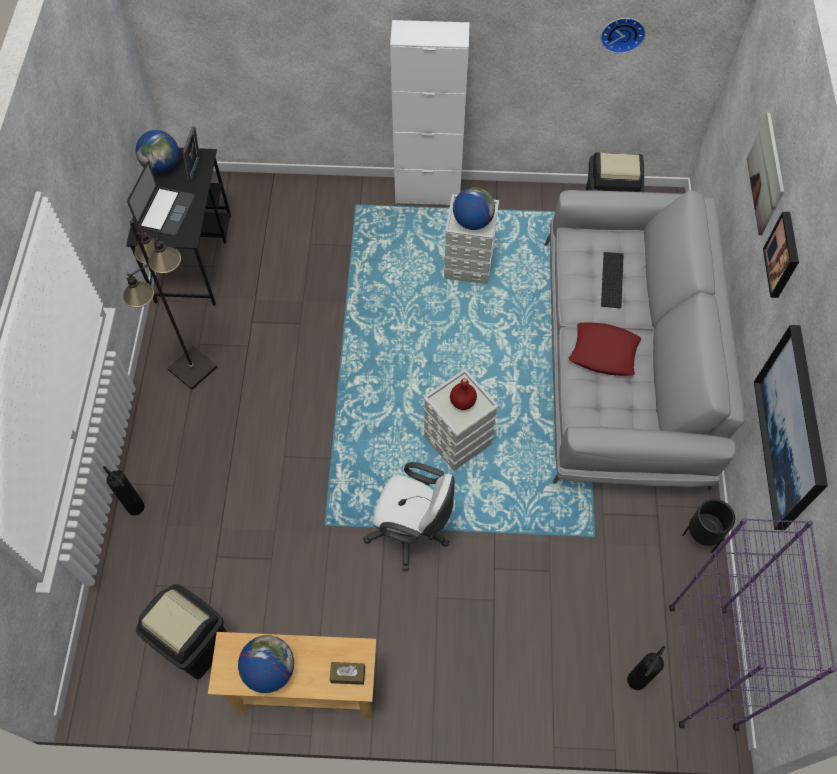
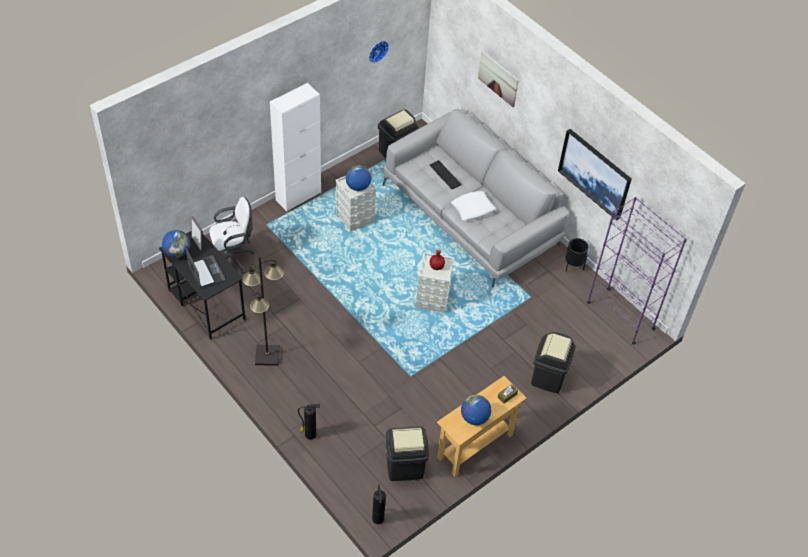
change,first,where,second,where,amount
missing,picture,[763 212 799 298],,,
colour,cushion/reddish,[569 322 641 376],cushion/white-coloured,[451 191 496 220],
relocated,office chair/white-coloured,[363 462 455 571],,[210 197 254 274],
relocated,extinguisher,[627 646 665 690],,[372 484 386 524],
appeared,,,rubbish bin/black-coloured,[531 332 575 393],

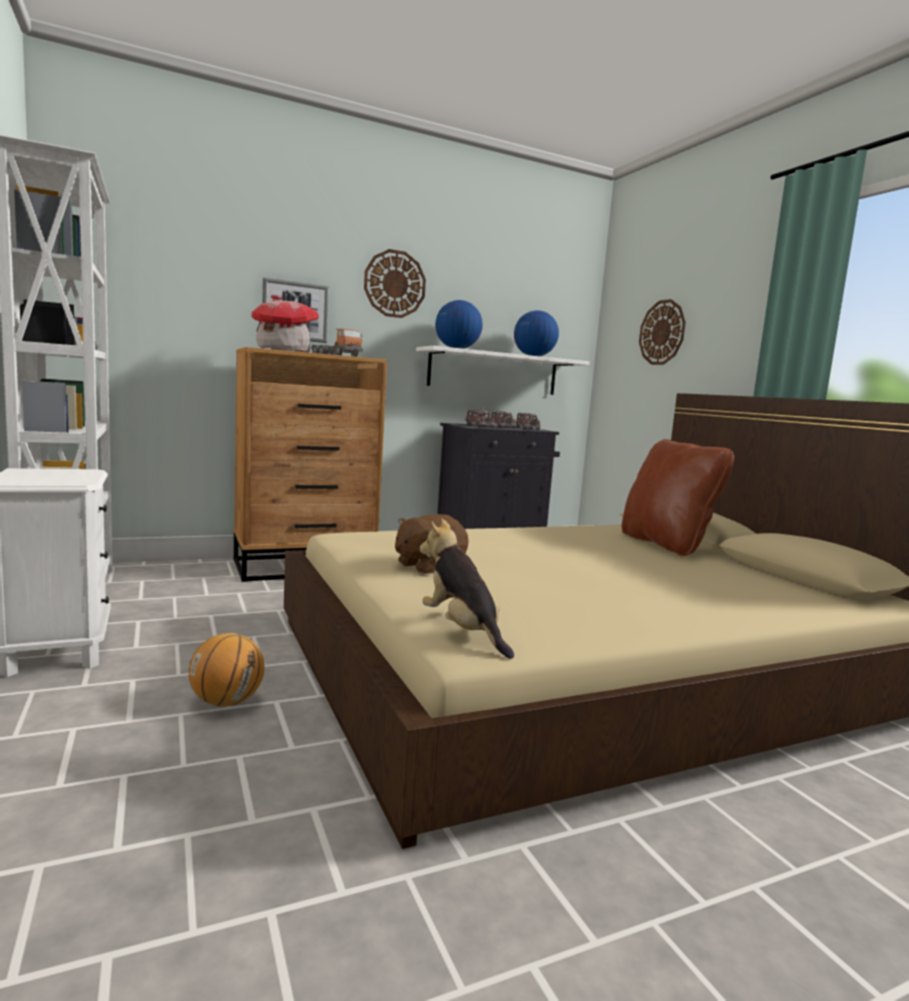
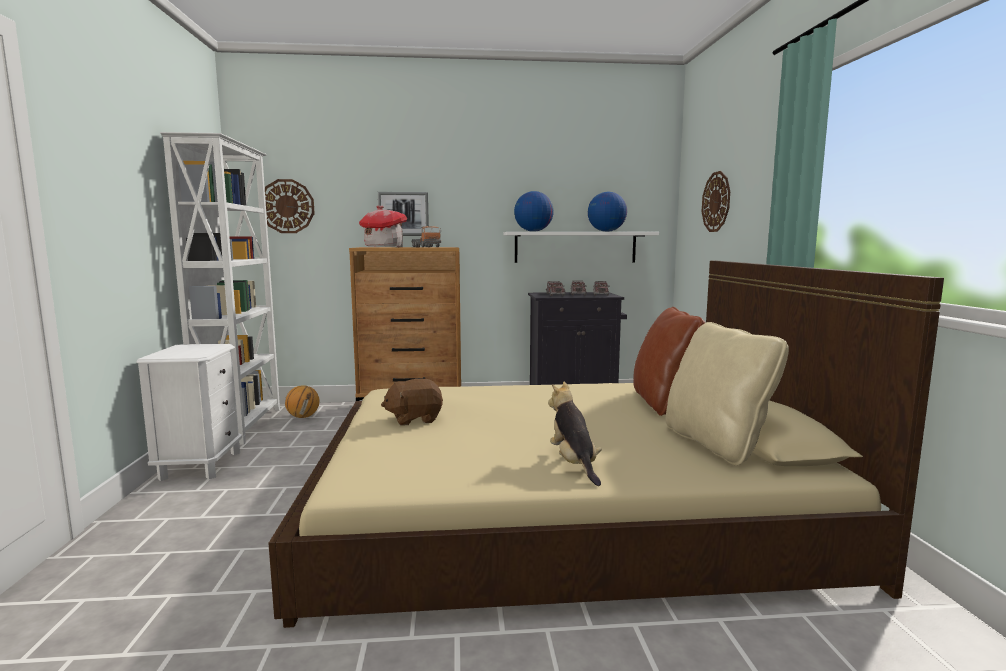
change,first,where,second,where,amount
relocated,wall clock,[364 249 426 318],,[265 179 315 233],
relocated,soft toy,[420 519 514 659],,[548 382 602 486],
relocated,ball for basketball,[189 633 265 707],,[285 385 319 418],
appeared,,,cushion/sand-coloured,[665 322 789 466],

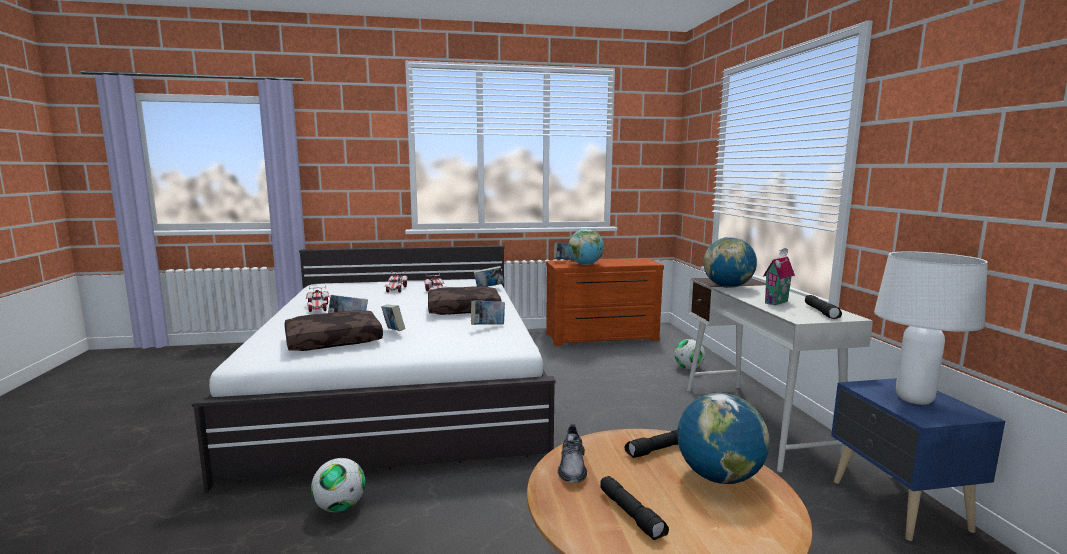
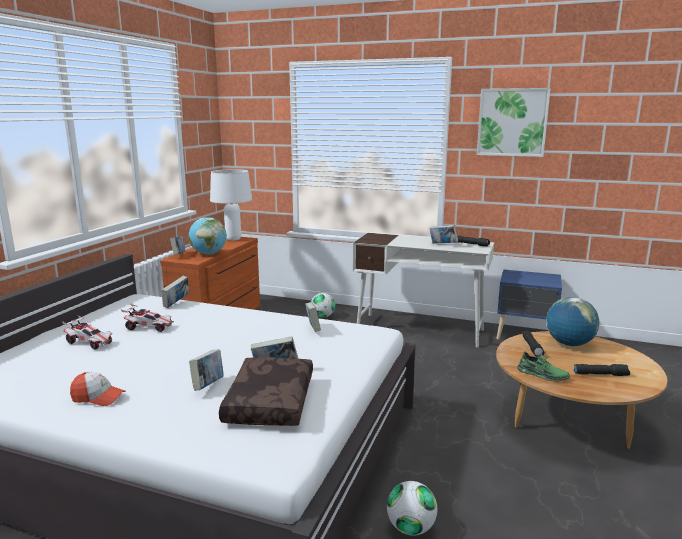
change,first,where,second,where,amount
missing,globe,[703 237 757 288],,,
exchanged,miniature house,[763 248 795 305],bound book,[429 225 458 244],
relocated,tabletop lamp/white-coloured,[874 251 988 405],,[210 169 252 241],
exchanged,model car,[306 285 329 312],cap,[70 372 126 406],
missing,cushion/brownish,[428 286 502 315],,,
colour,low shoe/gray,[558 424 587 483],low shoe/greenish,[518 351 570 381],
appeared,,,picture,[477 88 551 157],

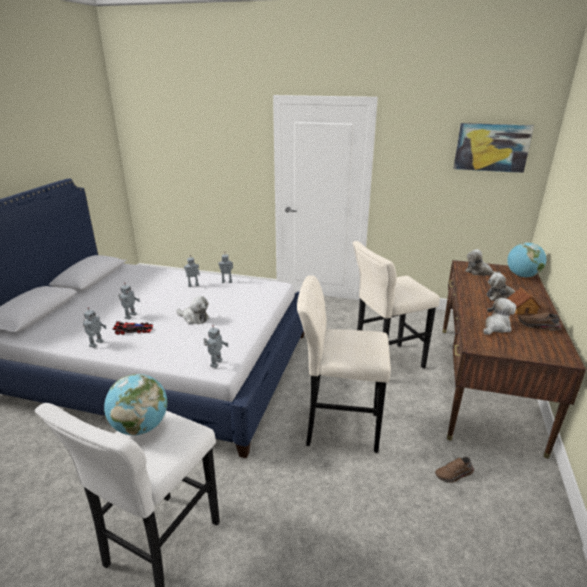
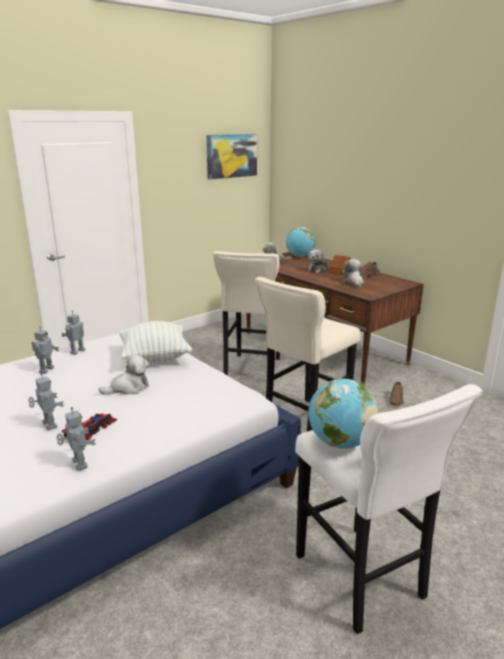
change,first,where,second,where,amount
missing,toy robot,[204 325 228 368],,,
appeared,,,cushion,[119 321 192 363],

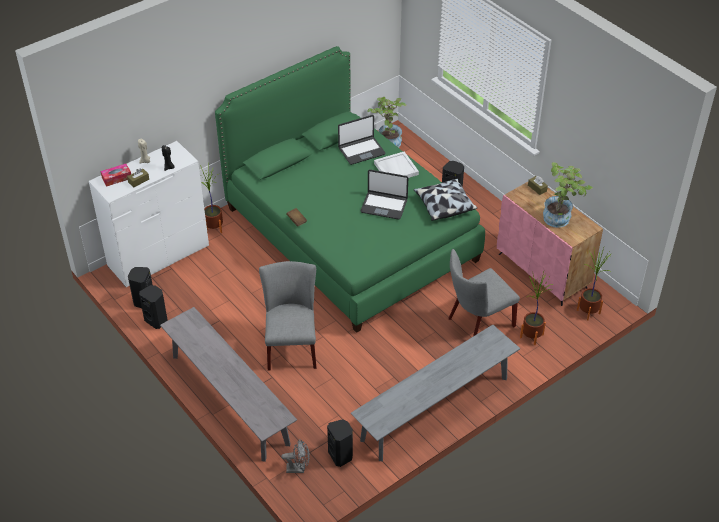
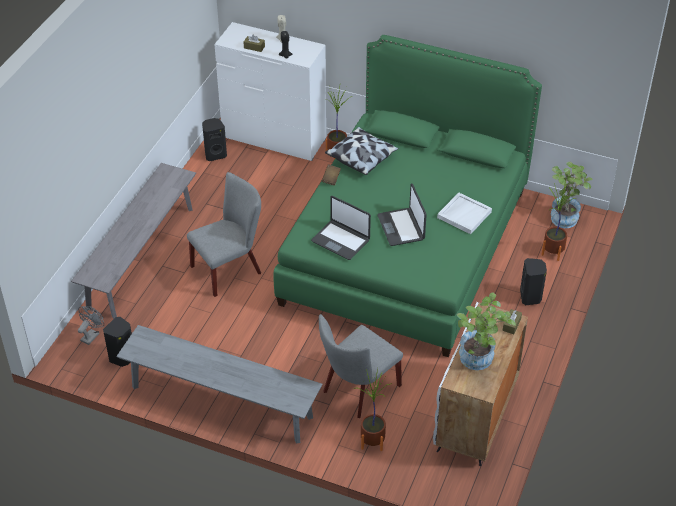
change,first,where,second,where,amount
relocated,notebook computer,[338 115 386 165],,[311 196 371 260],
missing,tissue holder,[101 164 131 187],,,
relocated,cushion,[414 179 477 221],,[325 127 399 175],
colour,storage cabinet/pinkish,[497 182 603 306],storage cabinet/white-coloured,[433 302 528 466],
relocated,houseplant,[577 248 611 321],,[541 180 577 261],
spun,chair/gray,[449 249 520 336],,[319 314 403 418],75 degrees counterclockwise
missing,loudspeaker/black-coloured,[139 285 168 329],,,
spun,electric fan/gray,[281 439 310 473],,[78 306 104 345],120 degrees counterclockwise

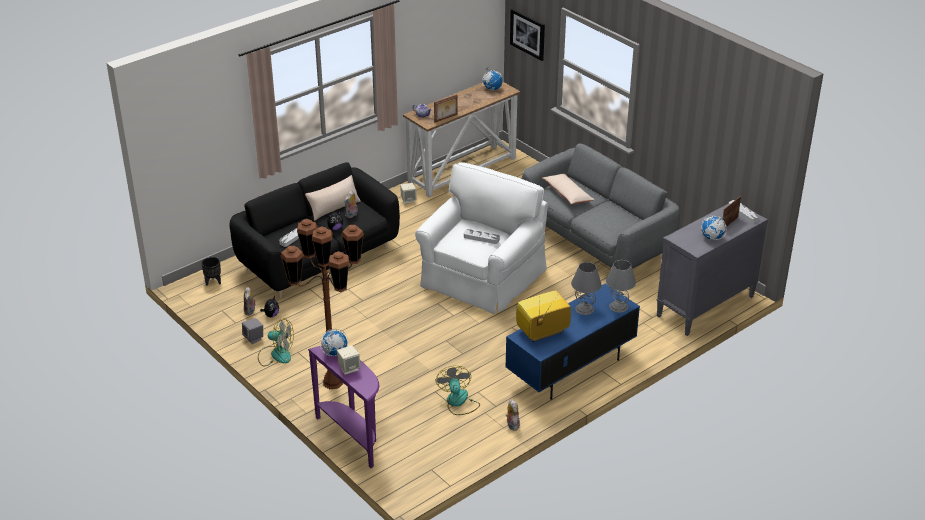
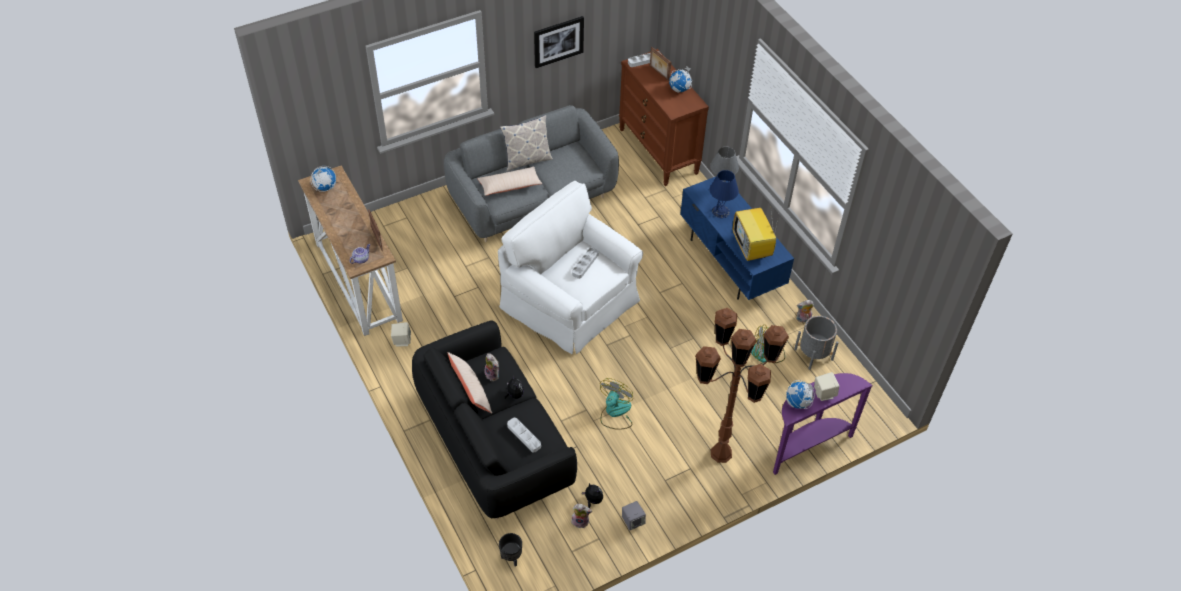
change,first,where,second,where,amount
relocated,picture,[510 8 545 61],,[534 16 584 68],
colour,drawer chest/gray,[656 203 768 336],drawer chest/brownish,[619 49 709 186],
colour,tabletop lamp/gray,[571 262 602 315],tabletop lamp/bluish,[709 170 739 218],
relocated,electric fan,[258 318 294 366],,[600 378 633 430],
appeared,,,cushion,[500 115 553 171],
appeared,,,planter/gray,[794 316 839 370],

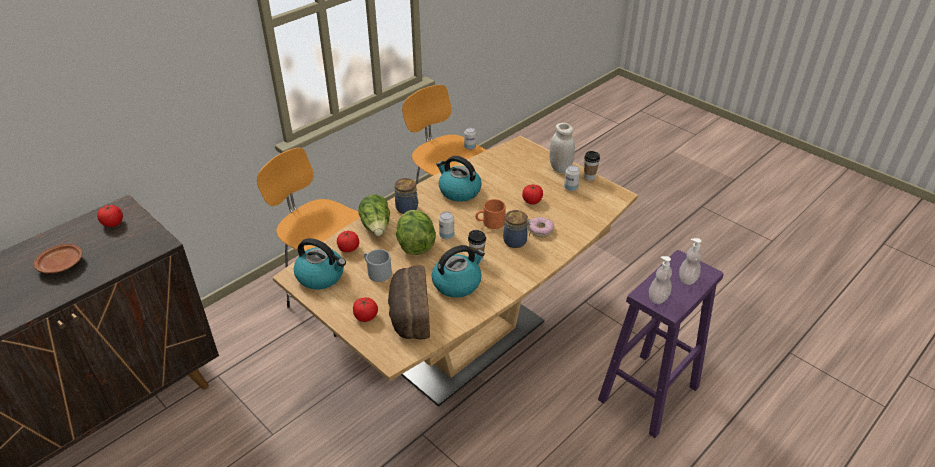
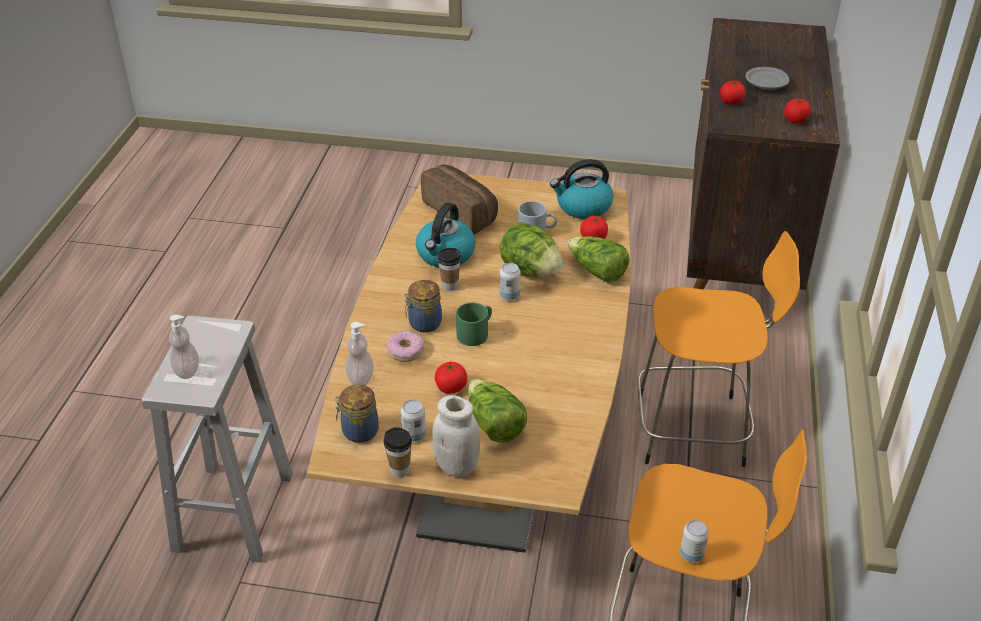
change,first,where,second,where,amount
missing,water kettle,[436 156 482 202],,,
relocated,storage jar,[395 178 418 214],,[335 385 379 443],
colour,mug/orange,[475 199 506 229],mug/greenish,[456 303 492 346],
colour,flat dish/brownish,[34 244 82 273],flat dish/gray,[746 67 789 90],
colour,stool/purple,[598 250 723 438],stool/white-coloured,[142 316 293 563],
relocated,liquid soap bottle,[649 256 672 304],,[345 322 374 386],
relocated,fresh tomato,[353 297 378 322],,[720 81 746 104],
appeared,,,lettuce head,[468 379 527 443],

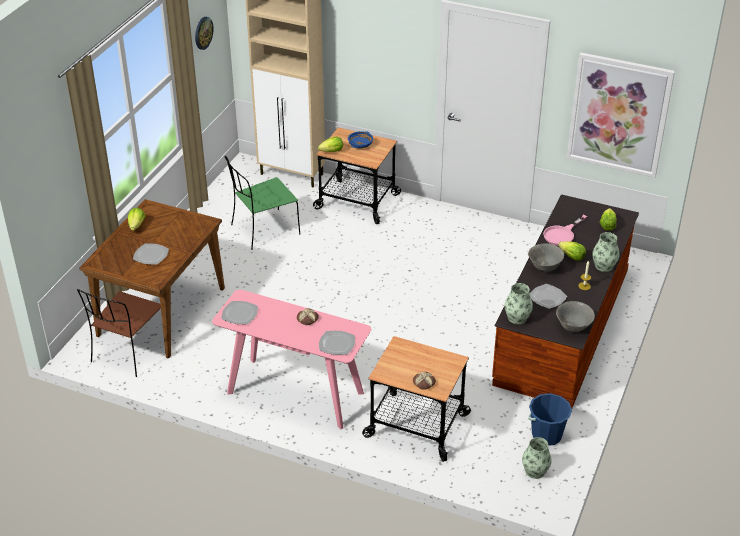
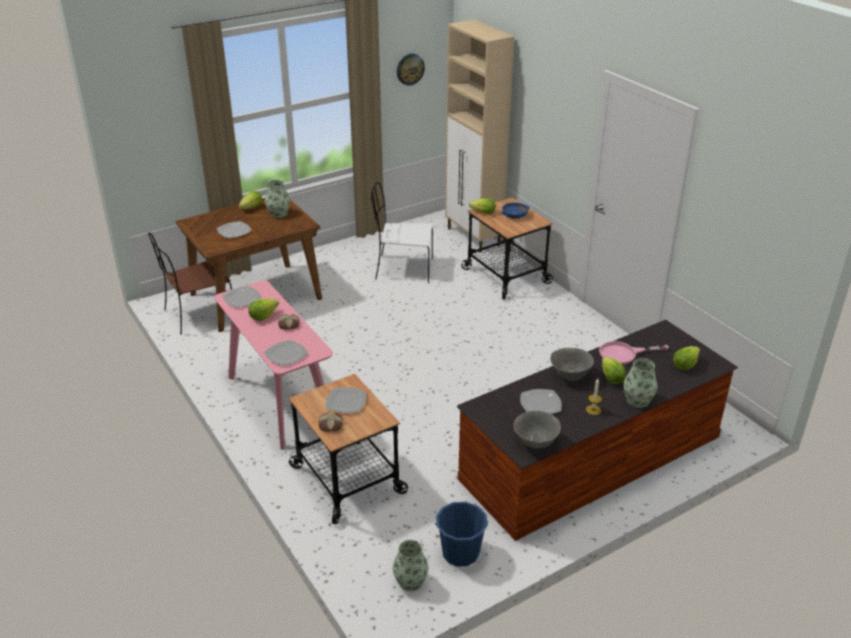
change,first,where,second,where,amount
missing,picture,[567 52 675 178],,,
colour,chair/greenish,[225 156 300 250],chair/white-coloured,[371 182 433 283],
relocated,vase,[505 283 533 324],,[265 180 290 218],
appeared,,,lettuce head,[248 298 279 321],
appeared,,,flat dish,[326 387 367 413],

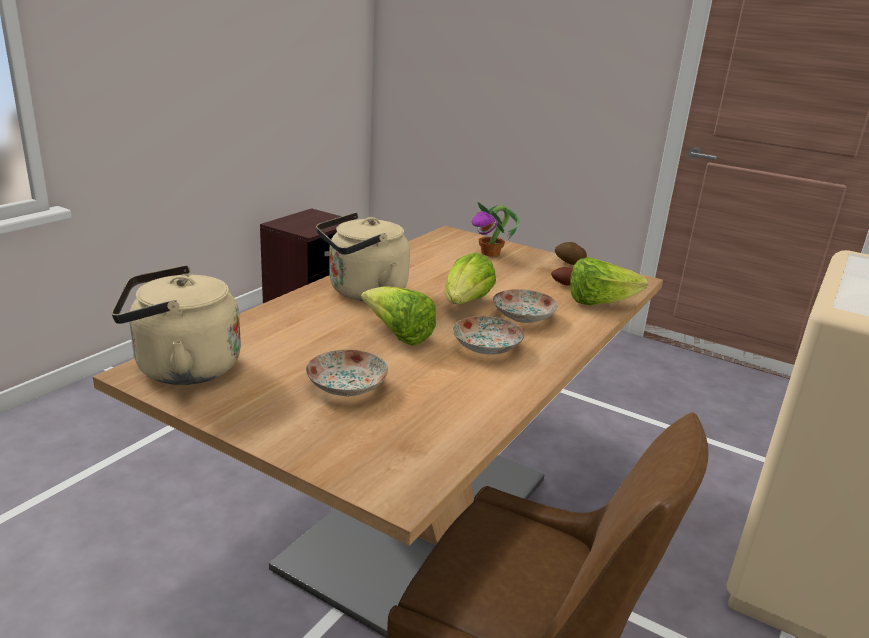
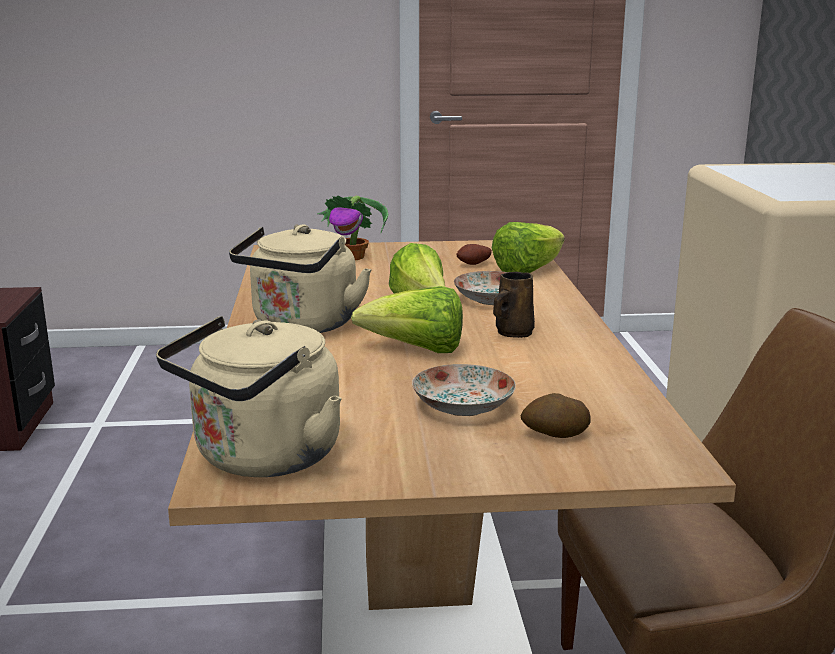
change,first,where,second,where,amount
relocated,potato,[555 242 587 265],,[520 393 591 438],
exchanged,flat dish,[453 316 525 355],mug/brownish,[493 272 535 338],

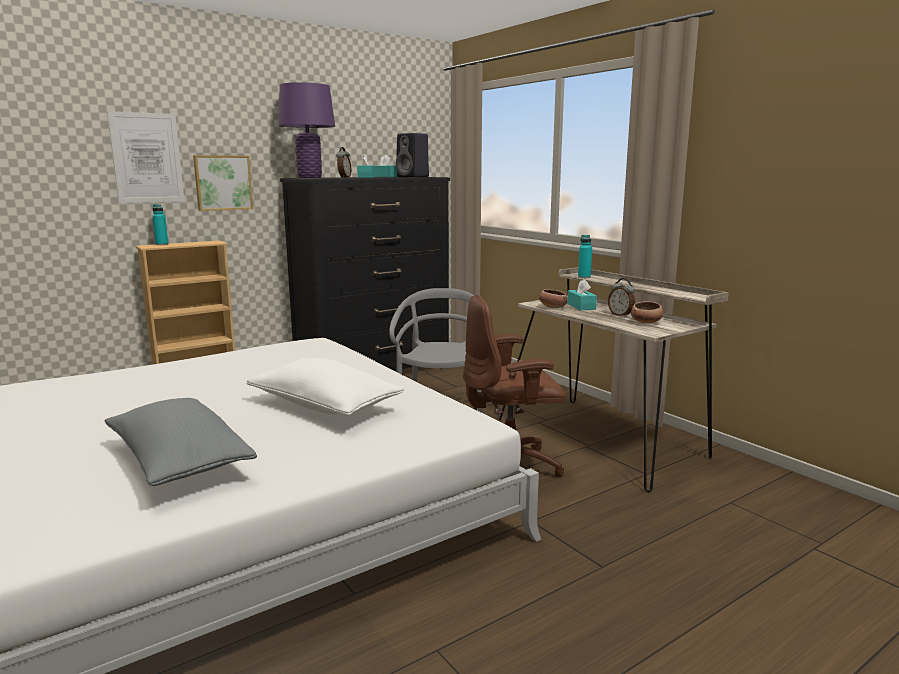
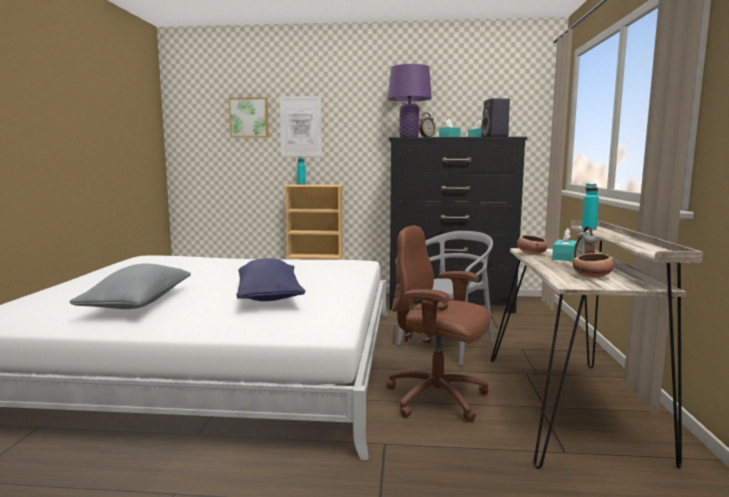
change,first,where,second,where,amount
relocated,picture,[193 155 253 211],,[229 97 269 137],
colour,cushion/white-coloured,[247 358 404 416],cushion/bluish,[236 258 305 301],

